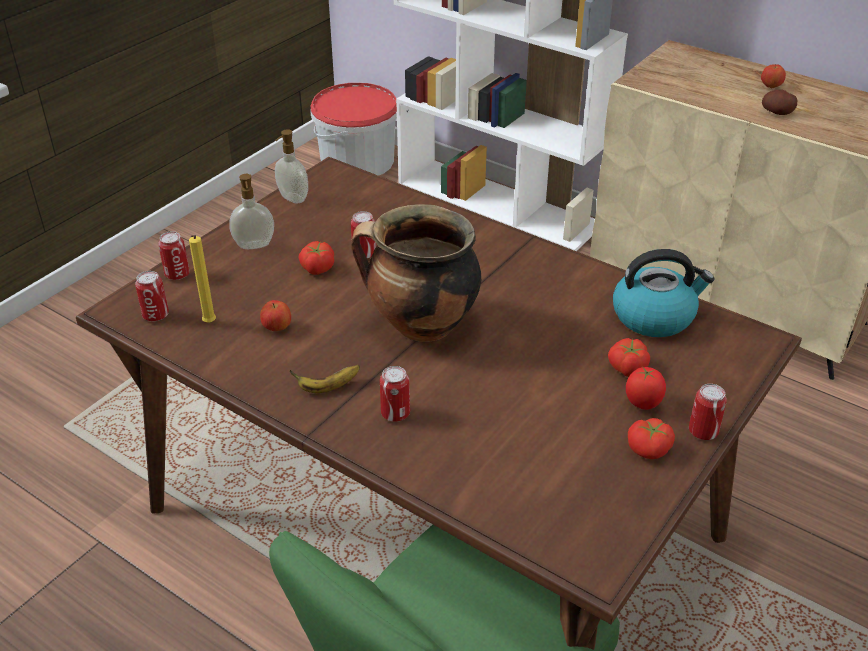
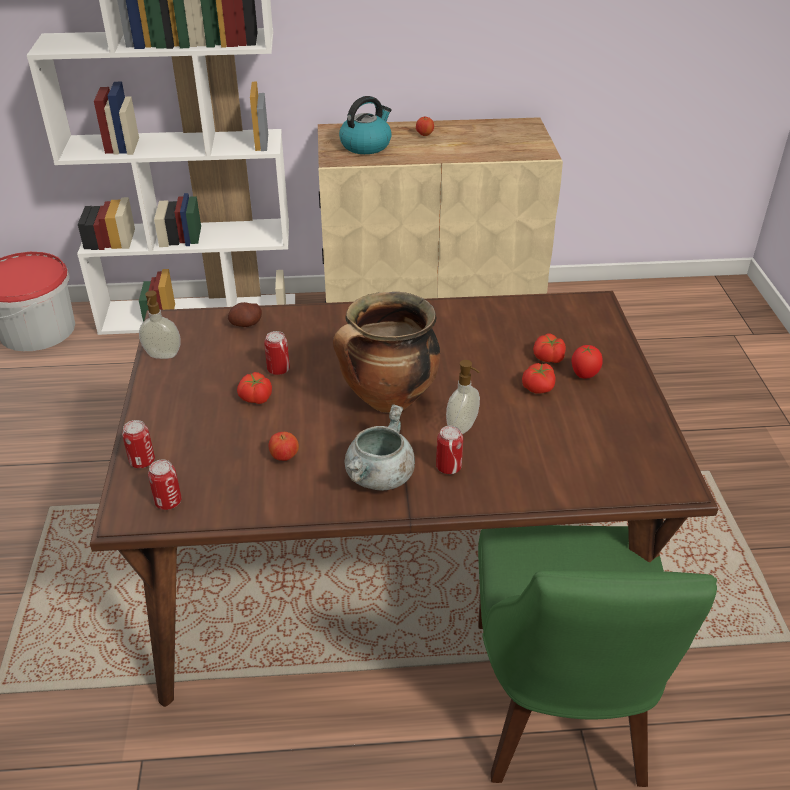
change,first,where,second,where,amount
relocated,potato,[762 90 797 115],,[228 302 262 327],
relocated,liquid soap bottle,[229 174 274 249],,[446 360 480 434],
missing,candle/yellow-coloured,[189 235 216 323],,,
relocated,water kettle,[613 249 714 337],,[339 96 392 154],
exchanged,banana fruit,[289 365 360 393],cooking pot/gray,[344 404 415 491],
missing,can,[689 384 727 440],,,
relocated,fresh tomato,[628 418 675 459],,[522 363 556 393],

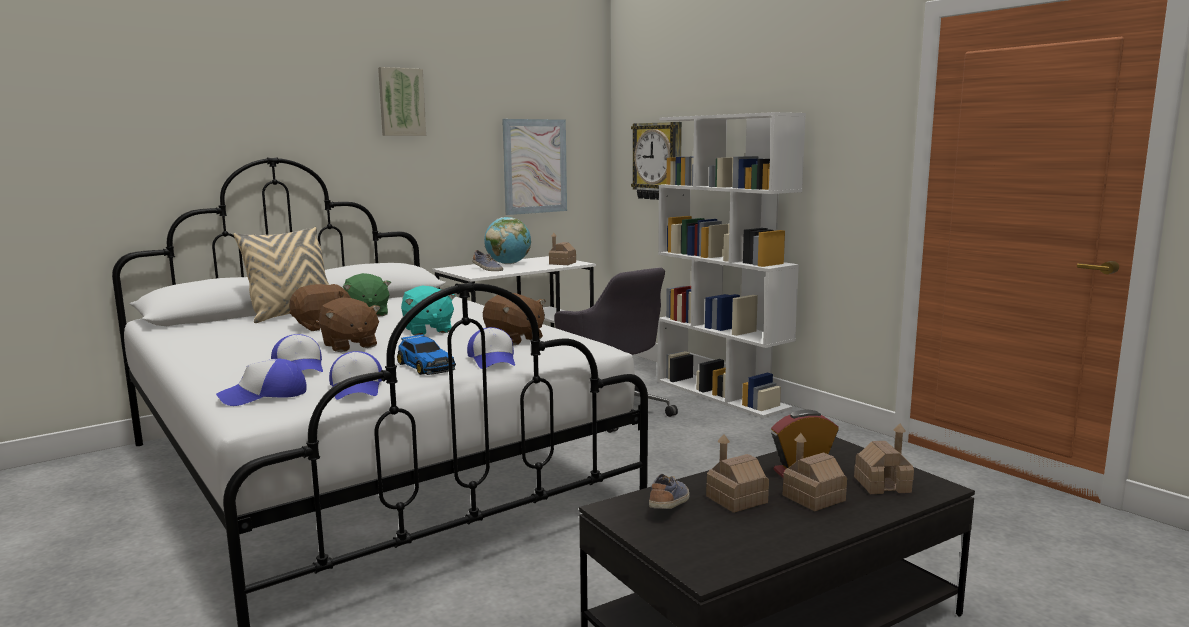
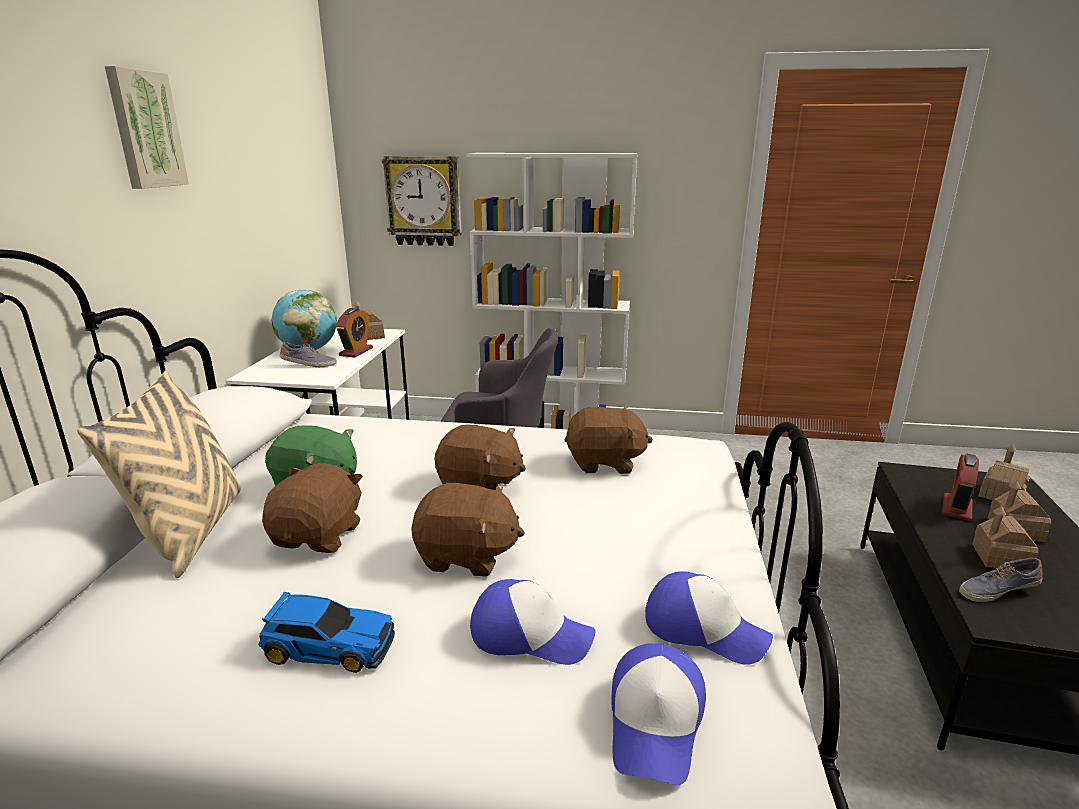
change,first,where,second,where,amount
missing,picture,[502 119 567 215],,,
colour,soft toy/blue-green,[401 286 456 335],soft toy/brownish,[435 424 526 490],
missing,cap,[467 327 515 369],,,
relocated,model car,[397 334 456 375],,[258 592 395 673],
spun,low shoe,[649 474 690 509],,[959 558 1043 602],75 degrees counterclockwise
appeared,,,table clock,[336 308 373 358],

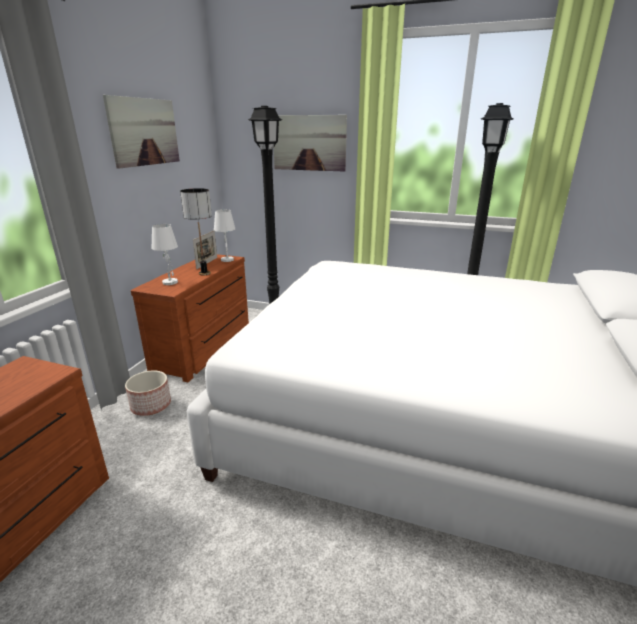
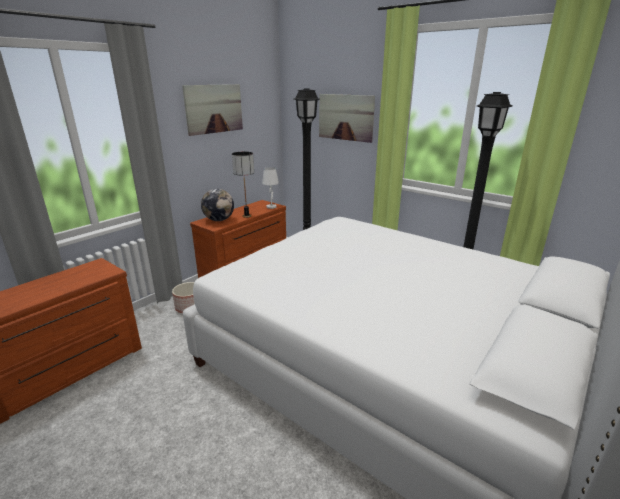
change,first,where,second,where,amount
exchanged,tabletop lamp/white-coloured,[152 224 178 285],globe,[201 189 234 221],
missing,standing frame,[193 231 217 269],,,

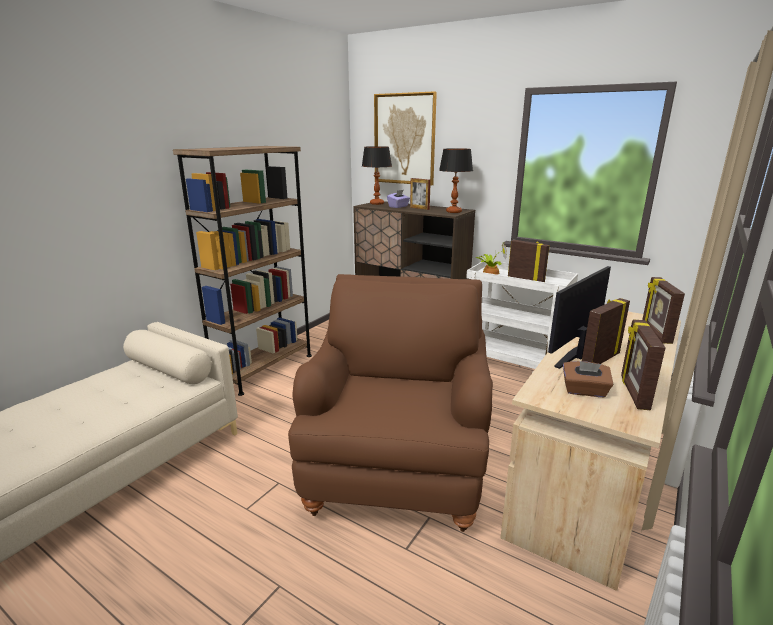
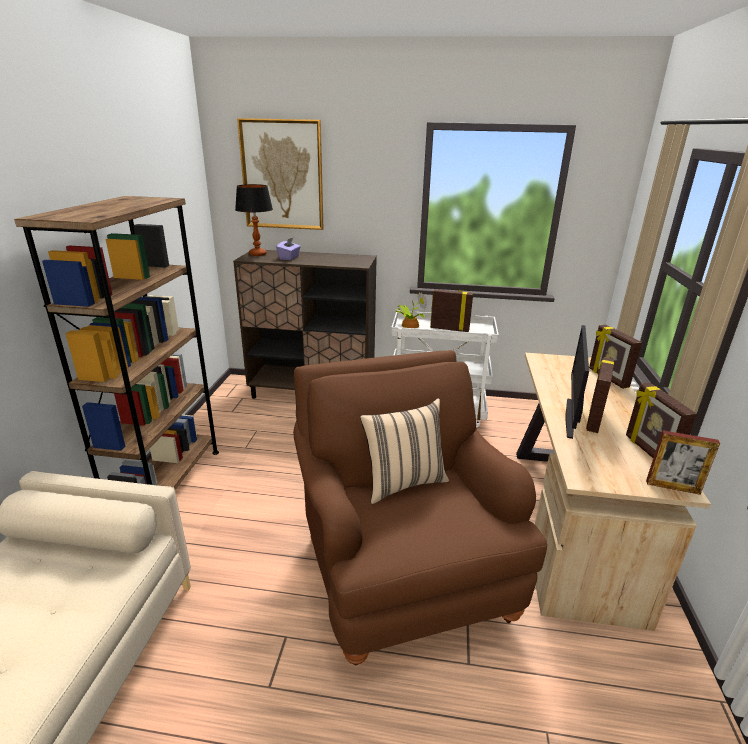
change,first,where,second,where,amount
missing,tabletop lamp,[439 148 473 213],,,
relocated,standing frame,[410 178 431 210],,[646 430 720 495],
missing,tissue holder/brownish,[563 361 614 397],,,
appeared,,,cushion/sand-coloured,[360 398 449 504],

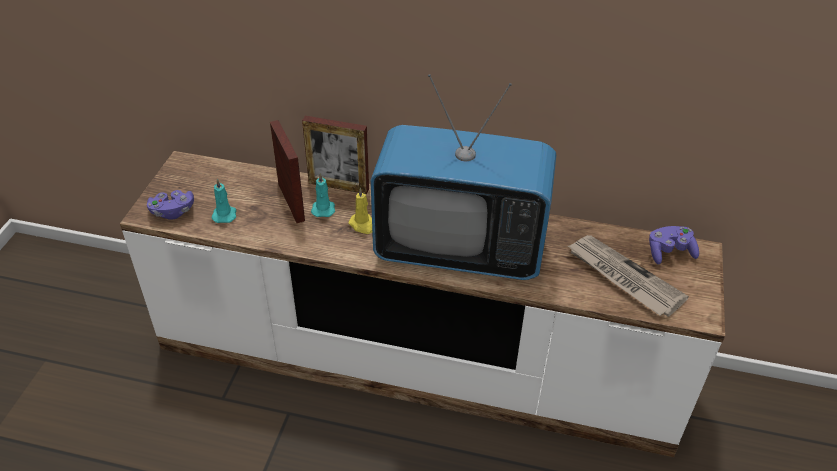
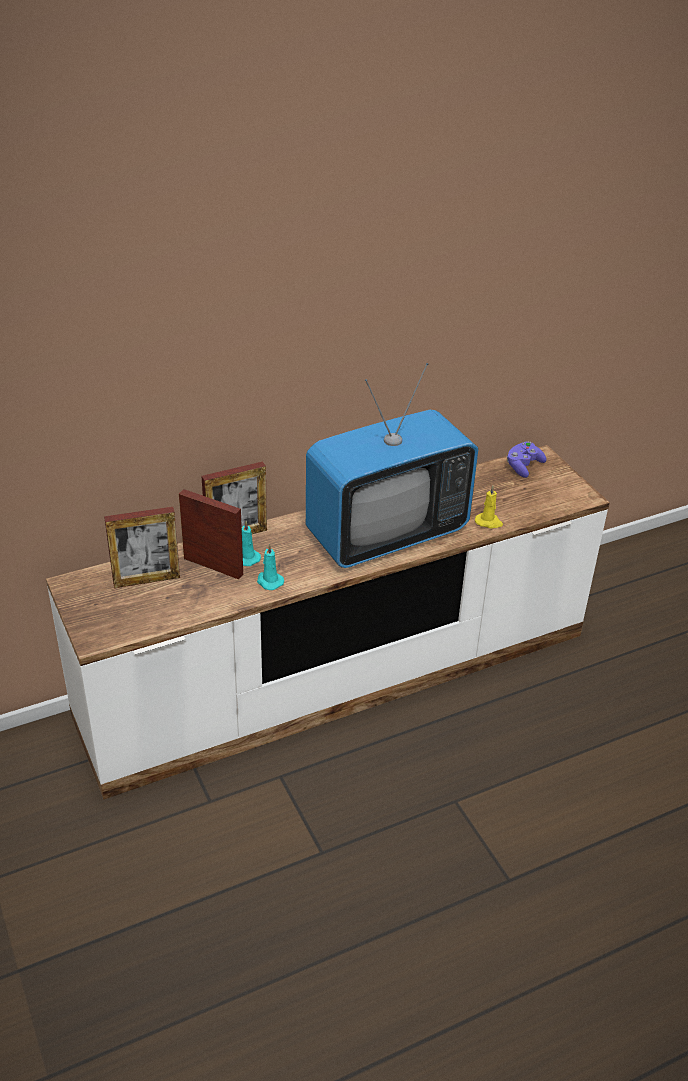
change,first,where,second,where,amount
relocated,candle/blue-green,[211 179 236 223],,[257 544 284 590],
relocated,candle/yellow-coloured,[348 188 372 234],,[475 486 503 528],
missing,joypad/purple,[147 190 194 220],,,
missing,newspaper,[568 235 689 317],,,
appeared,,,standing frame,[104 507 180 588],

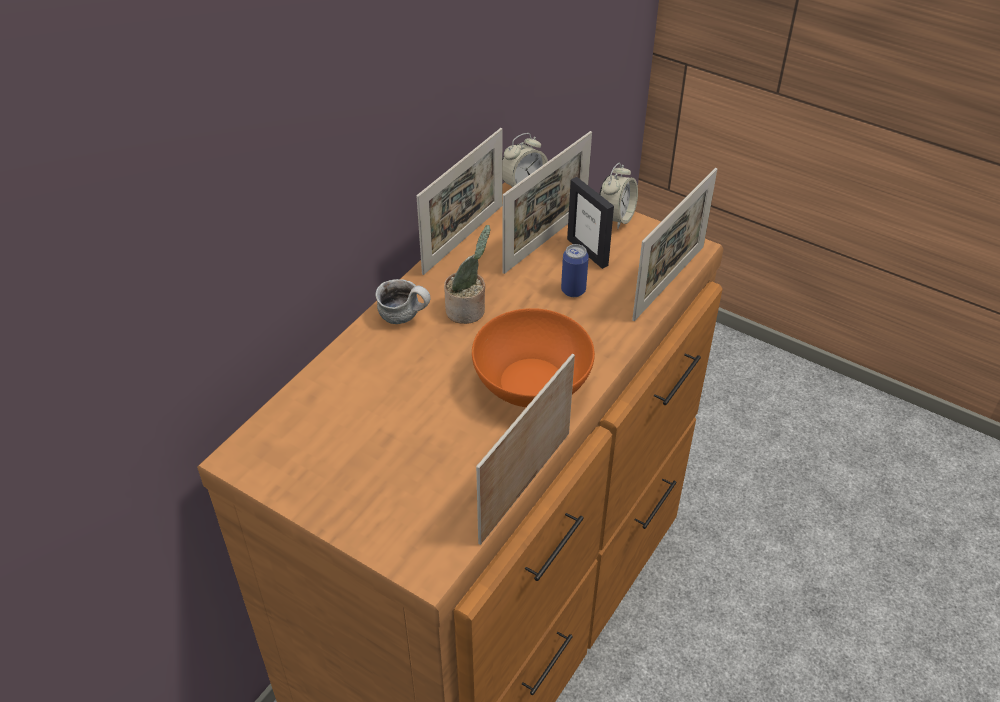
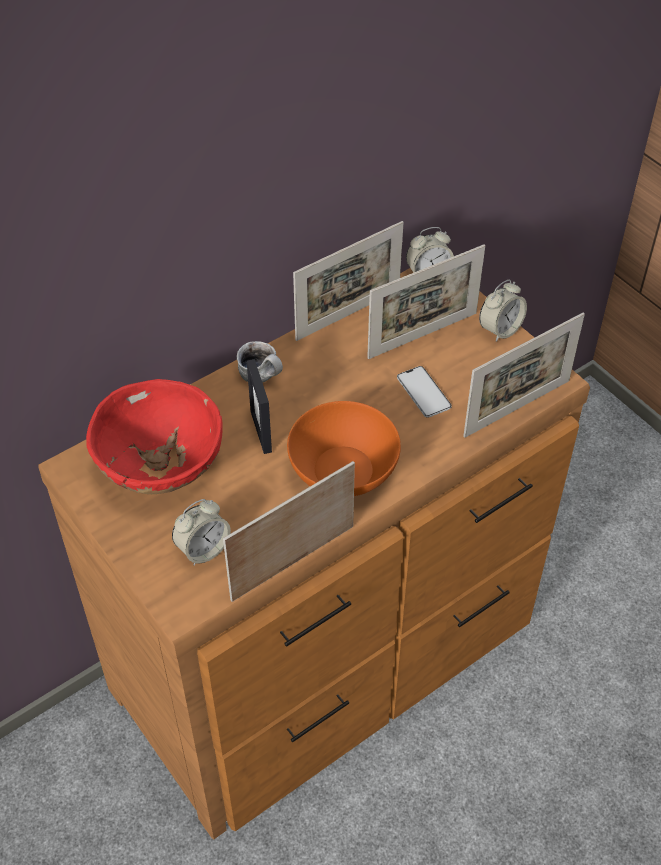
change,first,where,second,where,amount
relocated,standing frame,[567 177 614 269],,[247 359 272 454],
missing,houseplant,[444 225 490 324],,,
exchanged,can,[561 244 589 297],handset,[397 366 452 418],
appeared,,,serving bowl/reddish,[86 379 223 494],
appeared,,,table clock,[172 499 231 565],

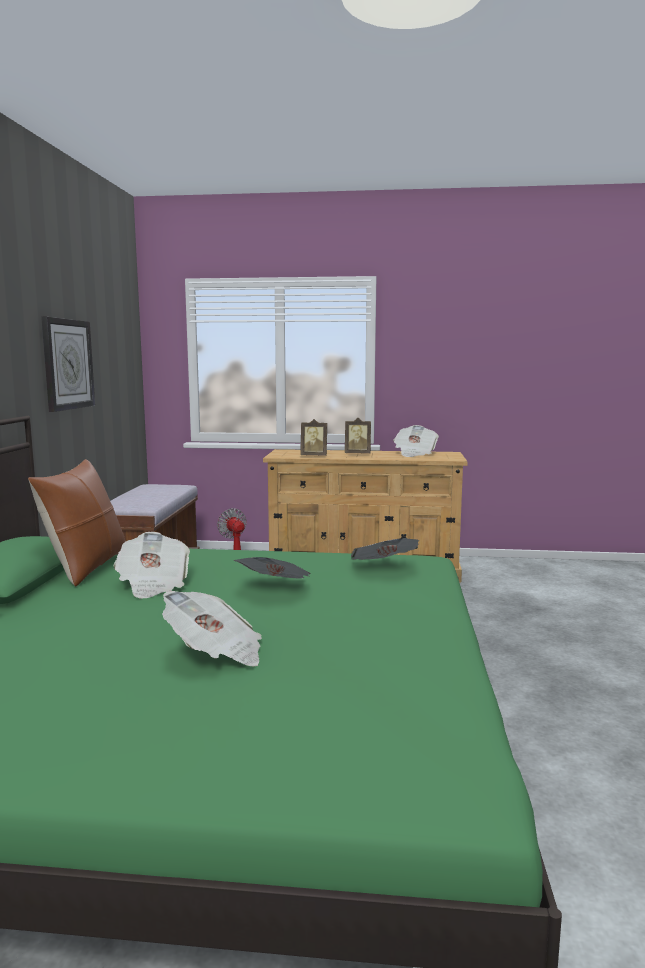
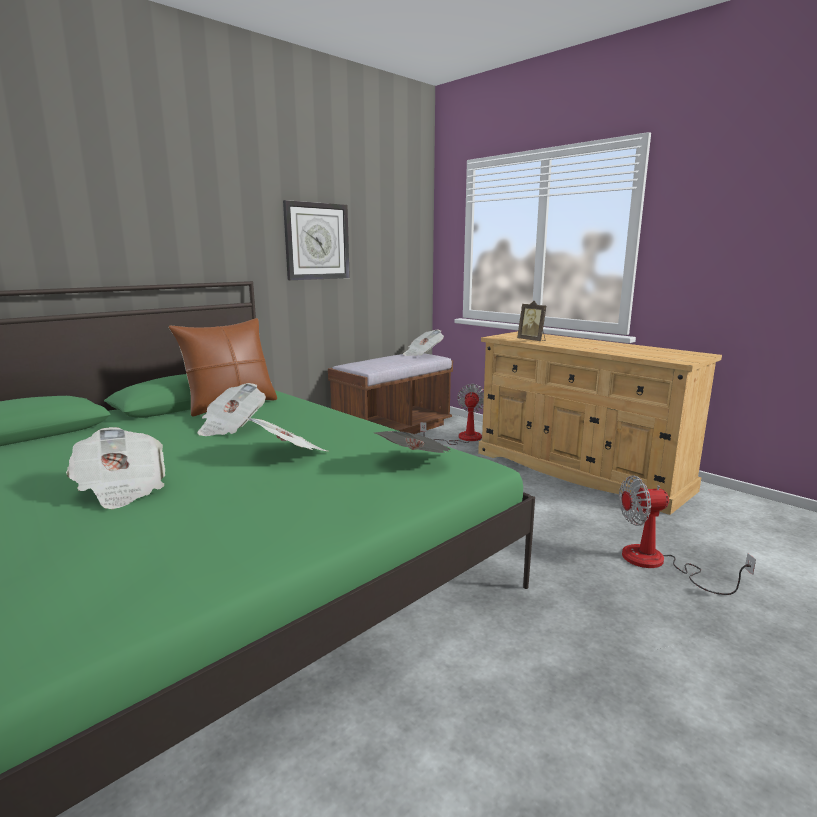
change,first,where,second,where,amount
missing,standing frame,[345 418 371 453],,,
relocated,newspaper,[393 425 439 457],,[403 330 444 356],
appeared,,,electric fan,[619 475 756 595],

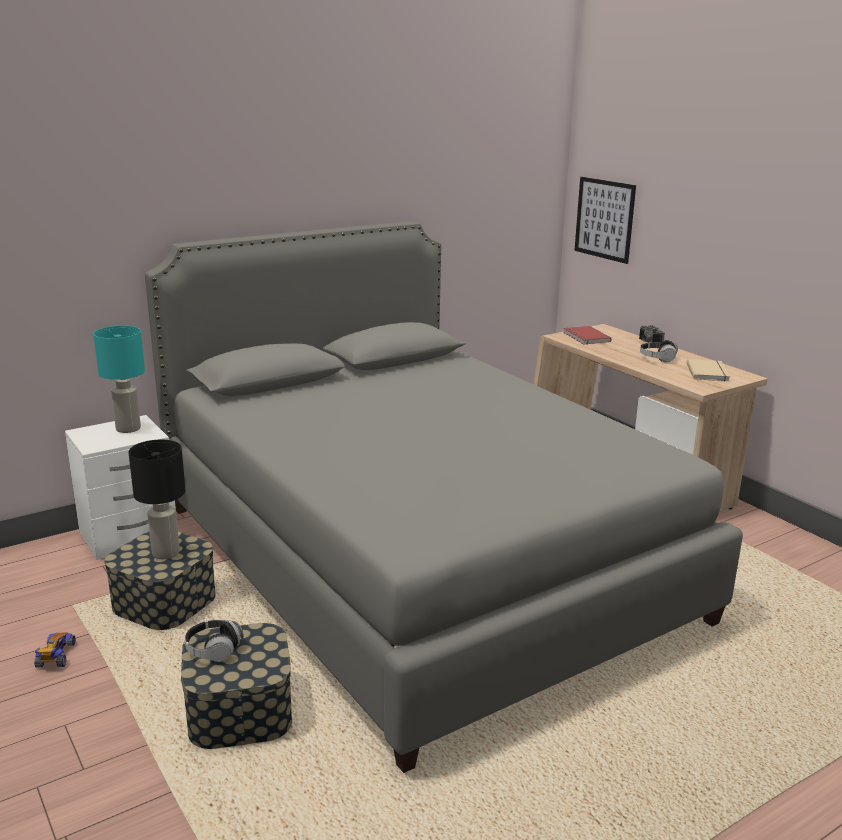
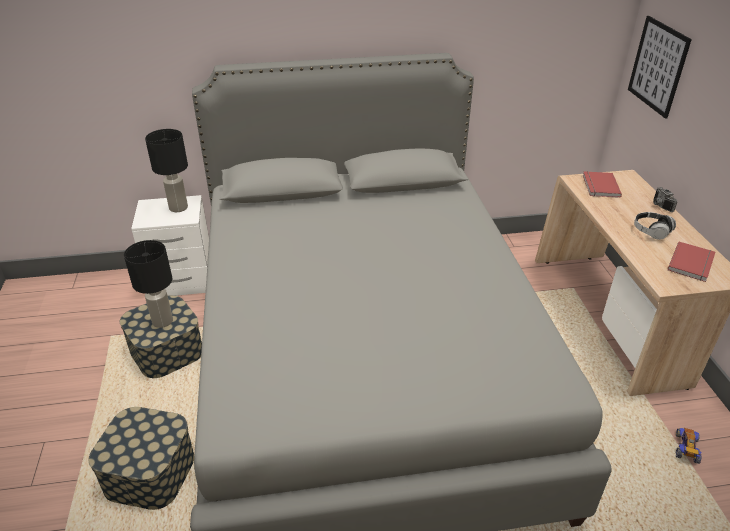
change,first,where,second,where,amount
colour,tabletop lamp/blue-green,[93 326 145 433],tabletop lamp/black-coloured,[145 129 188 212],
colour,bound book/sand-coloured,[686 359 730 381],bound book/reddish,[668 242 715 282],
missing,headset,[185 620 244 662],,,
relocated,model car,[34 633 76 668],,[676 428 702 464],

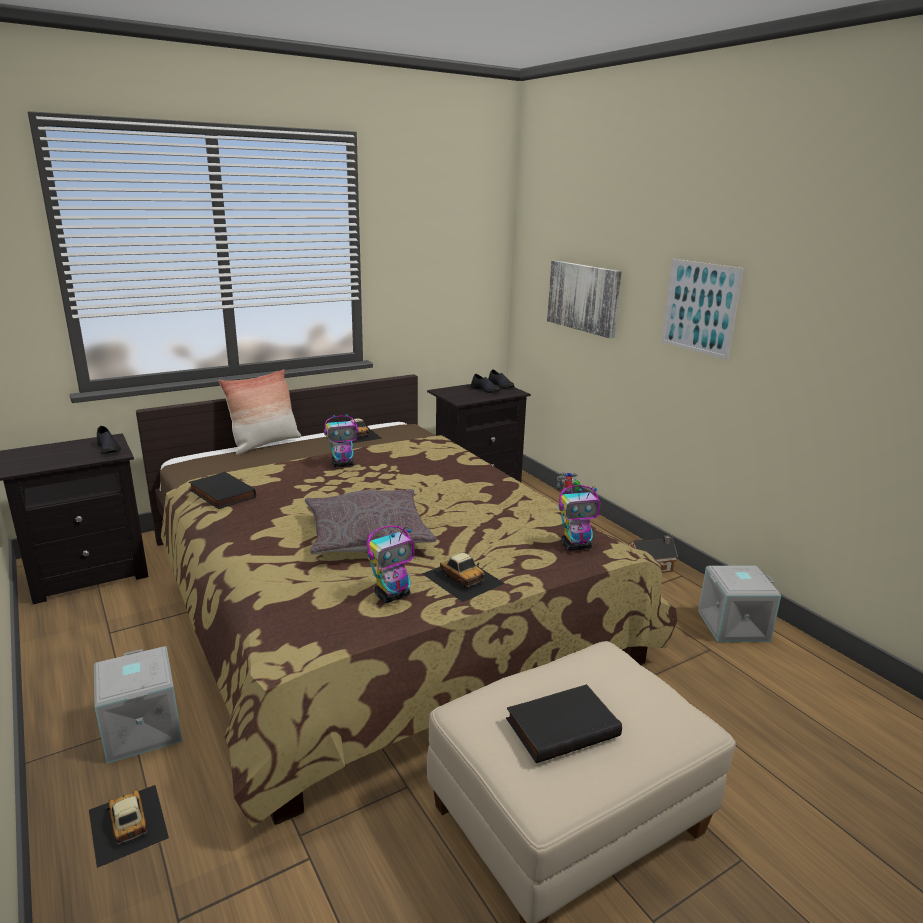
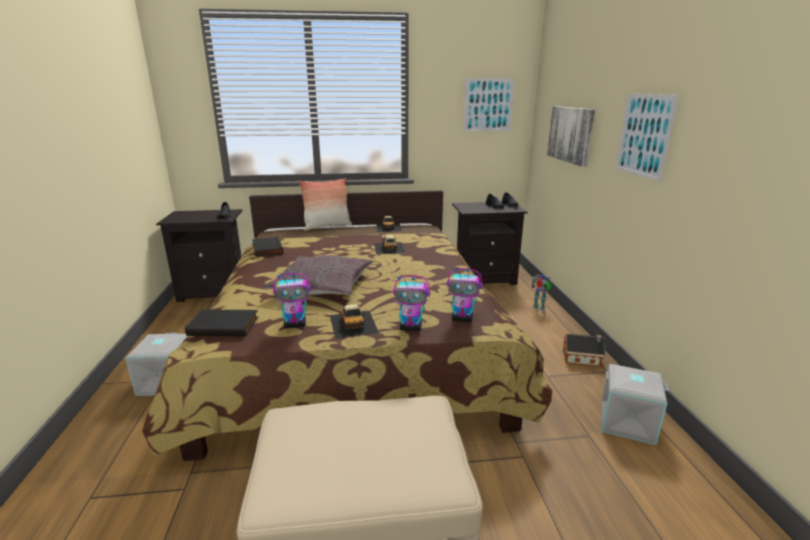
change,first,where,second,where,amount
relocated,toy robot,[324 414 359 467],,[393 275 430 331],
relocated,bound book/black-coloured,[506 684 622 763],,[185 309 258 336],
relocated,model car,[89 785 169 868],,[374 235 405 254],
appeared,,,picture,[463 78 515 131],

